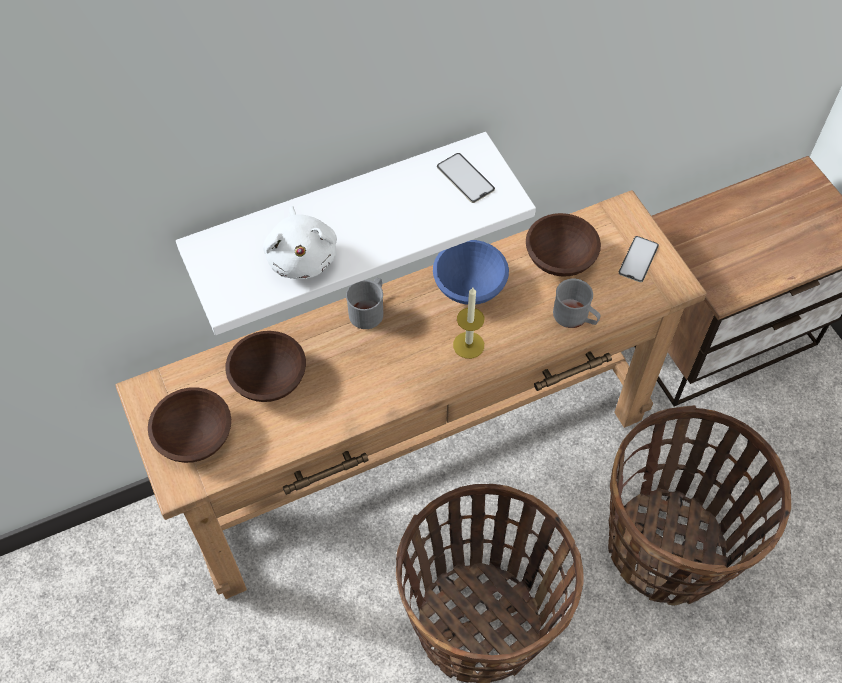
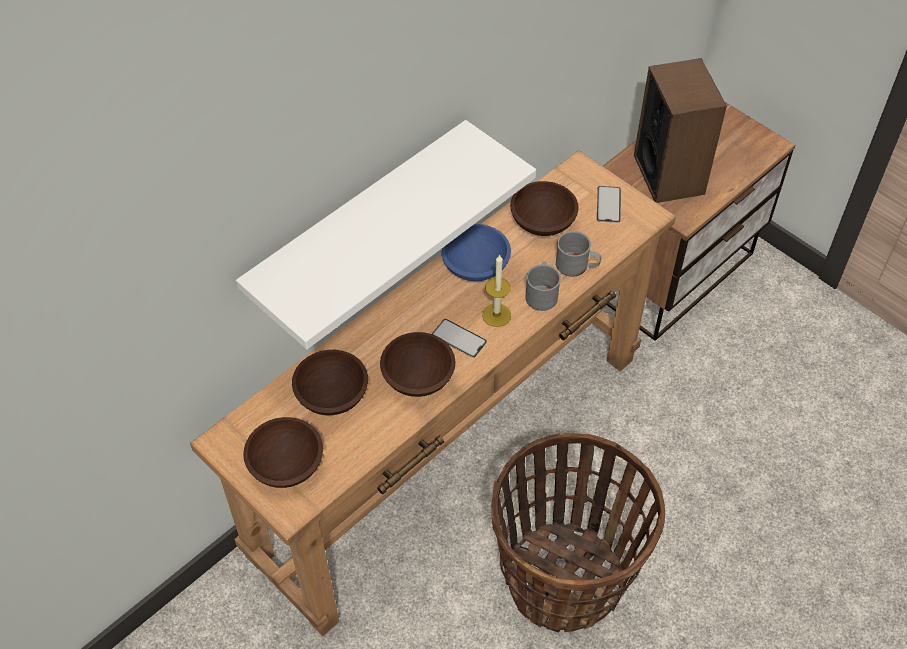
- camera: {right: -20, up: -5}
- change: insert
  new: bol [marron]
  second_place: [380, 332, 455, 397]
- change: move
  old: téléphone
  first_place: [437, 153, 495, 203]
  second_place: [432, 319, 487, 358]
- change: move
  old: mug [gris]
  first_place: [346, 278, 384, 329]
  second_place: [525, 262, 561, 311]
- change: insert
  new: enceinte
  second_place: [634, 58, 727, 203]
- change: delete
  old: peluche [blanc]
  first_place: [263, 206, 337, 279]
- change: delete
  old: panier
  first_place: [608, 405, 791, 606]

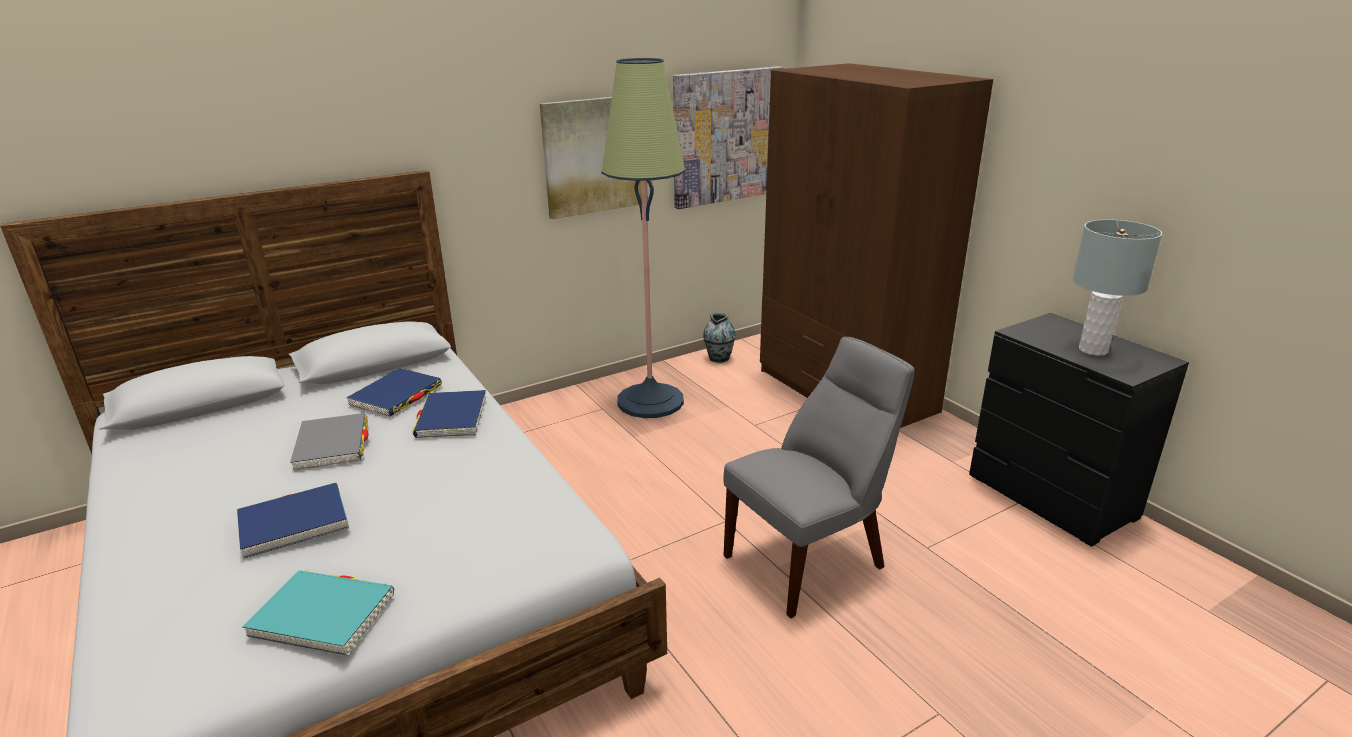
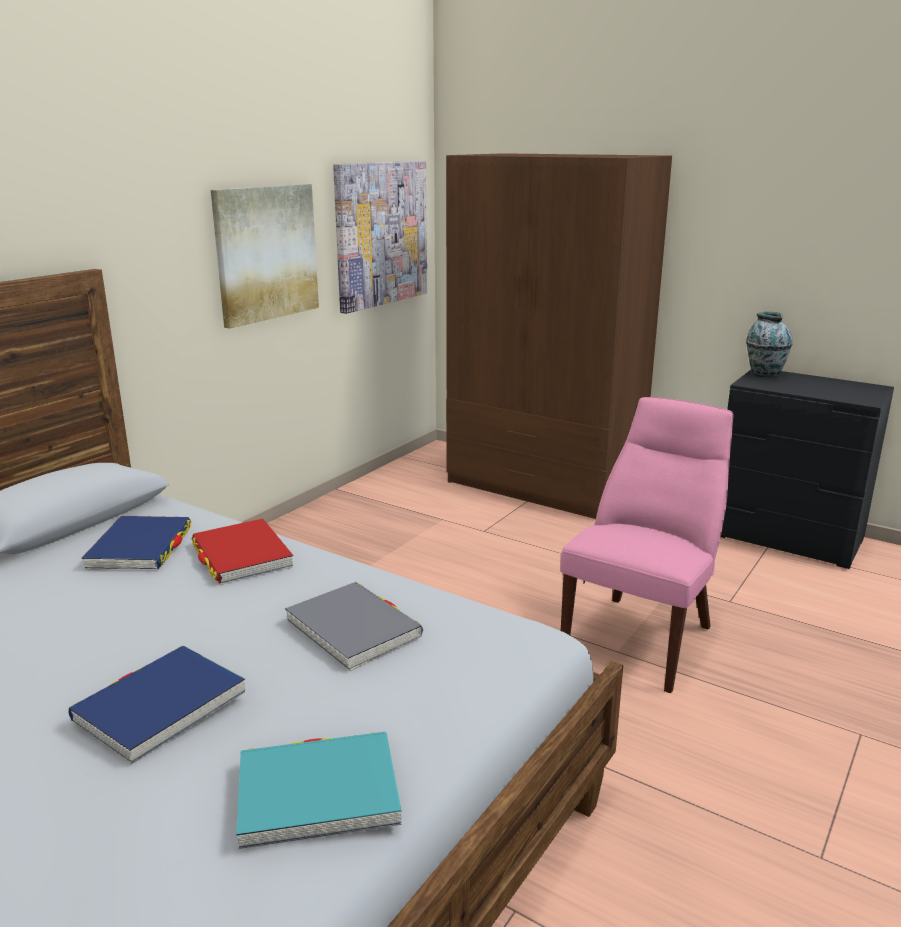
- camera: {right: -25, up: -5}
- change: recolor
  old: livre [bleu]
  new: livre [rouge]
  first_place: [413, 390, 486, 438]
  second_place: [192, 518, 293, 584]
- change: move
  old: livre [gris]
  first_place: [290, 413, 369, 472]
  second_place: [285, 582, 423, 671]
- change: recolor
  old: chaise [gris]
  new: chaise [rose]
  first_place: [723, 337, 915, 618]
  second_place: [560, 397, 733, 693]
- change: move
  old: vase
  first_place: [703, 313, 736, 363]
  second_place: [746, 312, 793, 377]
- change: delete
  old: lampadaire
  first_place: [601, 58, 685, 418]
- change: delete
  old: lampe de table [gris]
  first_place: [1073, 219, 1162, 356]

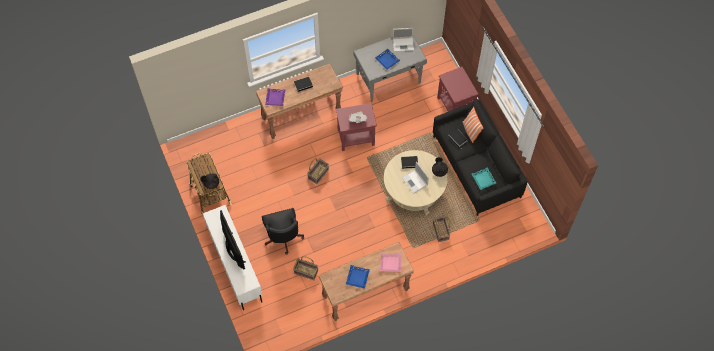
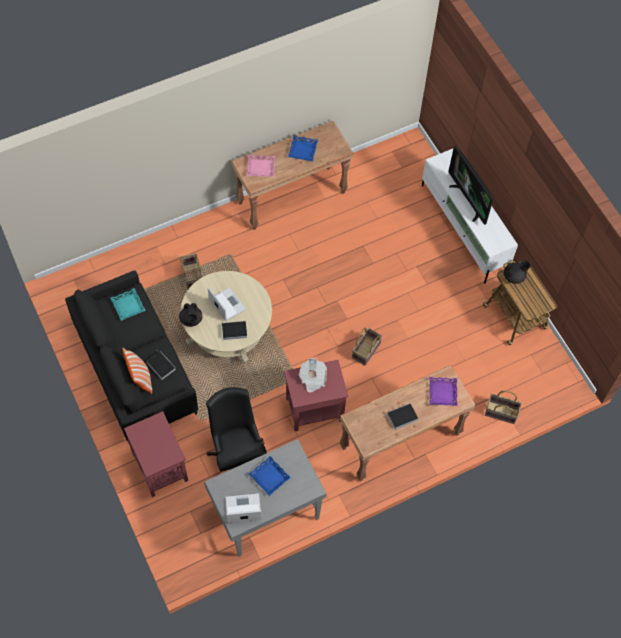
- camera: {right: 175, up: 0}
- change: move
  old: chaise de bureau [noir]
  first_place: [262, 208, 304, 255]
  second_place: [206, 387, 267, 472]
- change: move
  old: panier
  first_place: [293, 256, 318, 280]
  second_place: [485, 391, 522, 424]

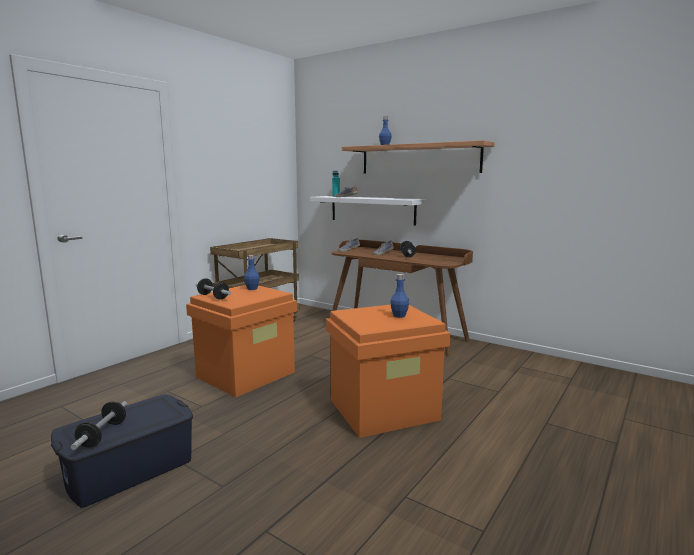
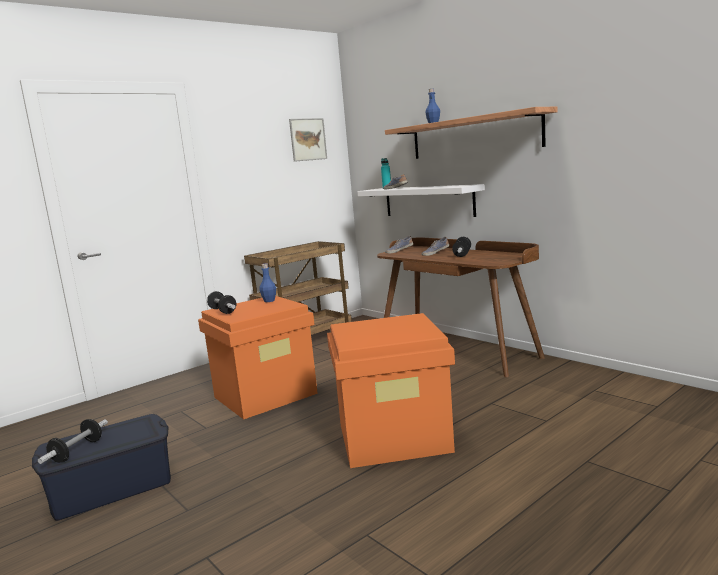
- camera: {right: 15, up: 0}
- change: insert
  new: tableau
  second_place: [289, 118, 327, 162]
- change: delete
  old: bouteille [bleu]
  first_place: [390, 274, 409, 318]

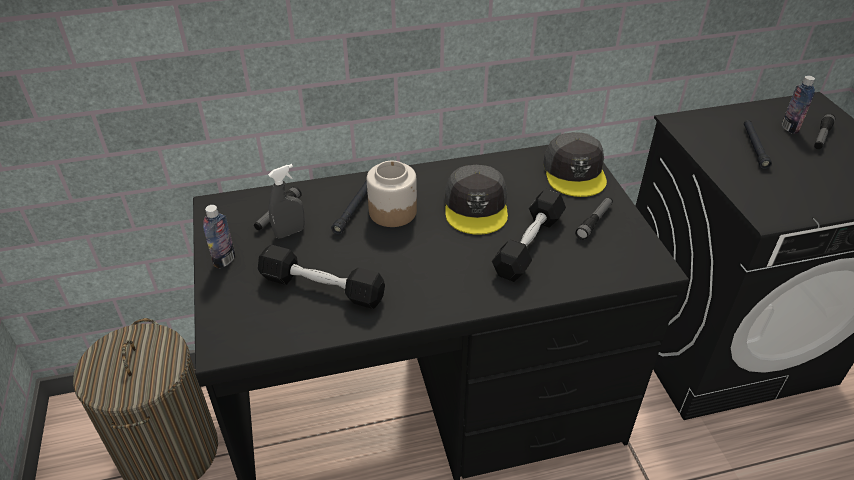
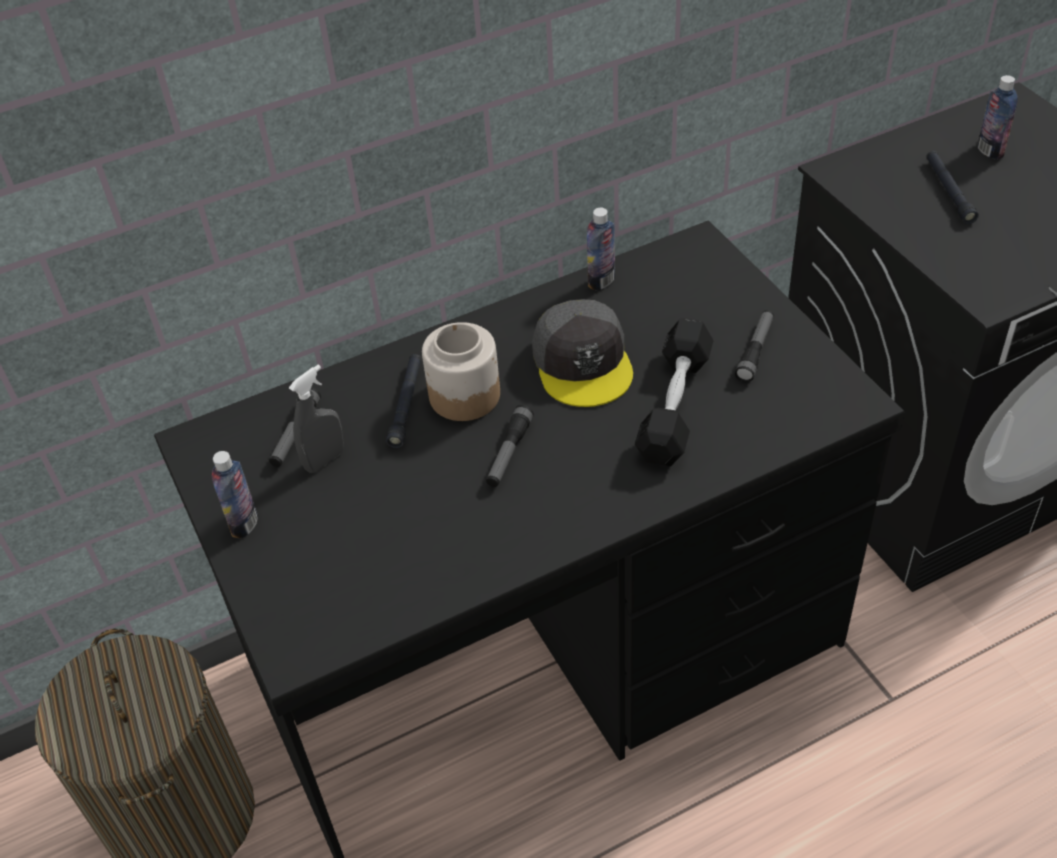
- camera: {right: -10, up: 5}
- change: move
  old: lampe de poche
  first_place: [814, 113, 836, 149]
  second_place: [486, 405, 534, 487]
- change: insert
  new: bouteille
  second_place: [587, 208, 615, 291]
- change: delete
  old: haltère [noir]
  first_place: [258, 245, 385, 309]
- change: delete
  old: casquette [gris]
  first_place: [543, 132, 607, 197]

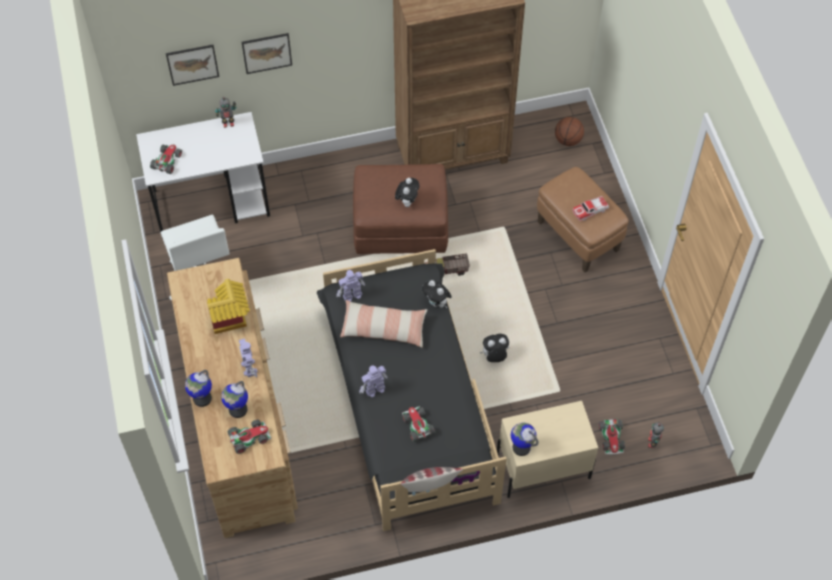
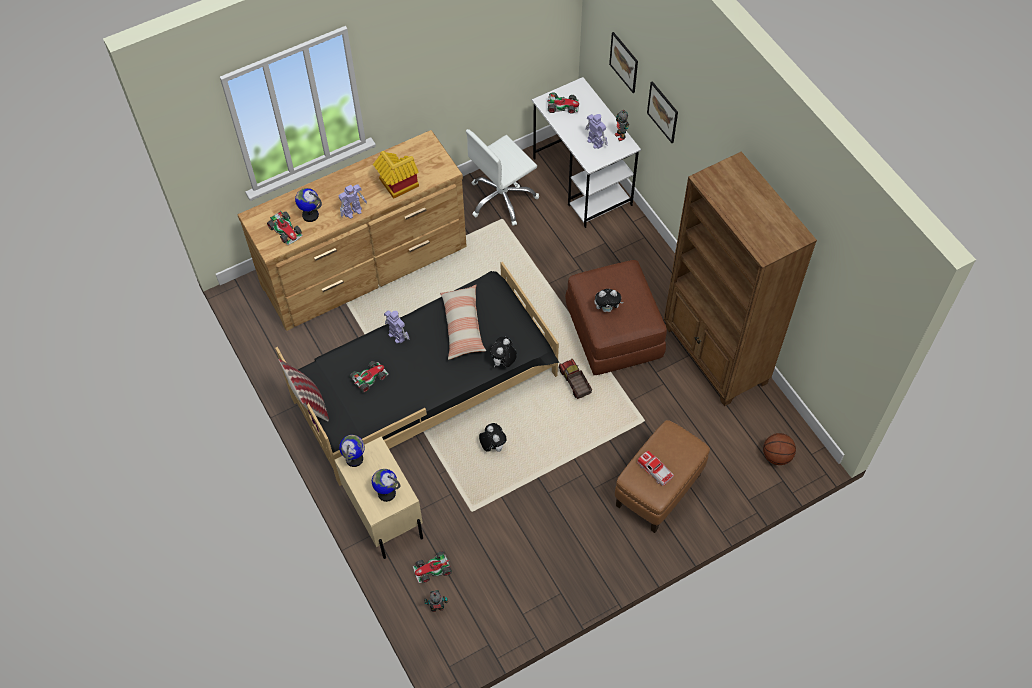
- camera: {right: 75, up: 0}
- change: move
  old: globe
  first_place: [185, 370, 212, 407]
  second_place: [372, 469, 400, 502]
- change: move
  old: robot jouet
  first_place: [337, 270, 365, 301]
  second_place: [585, 114, 608, 149]

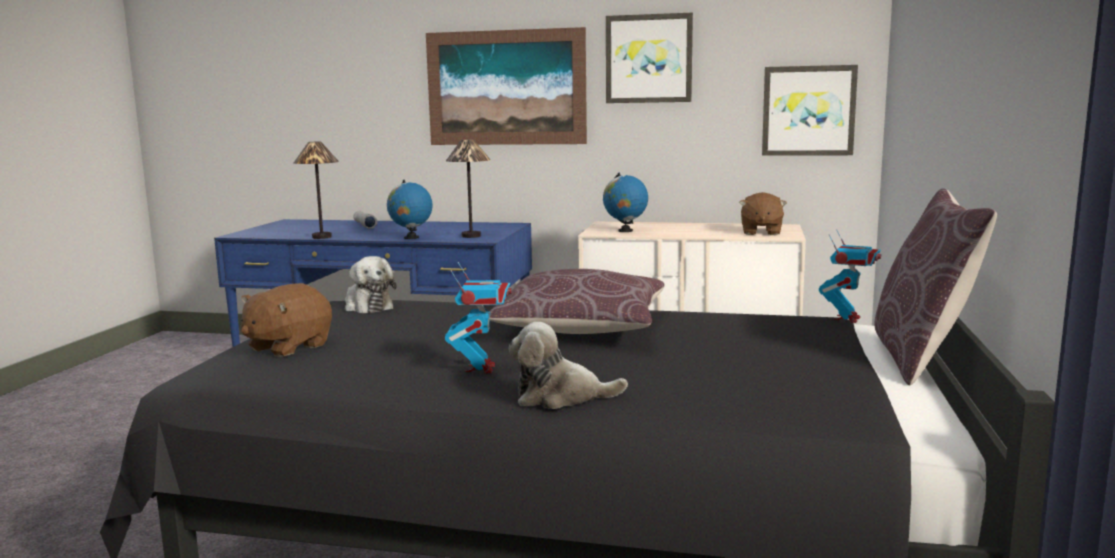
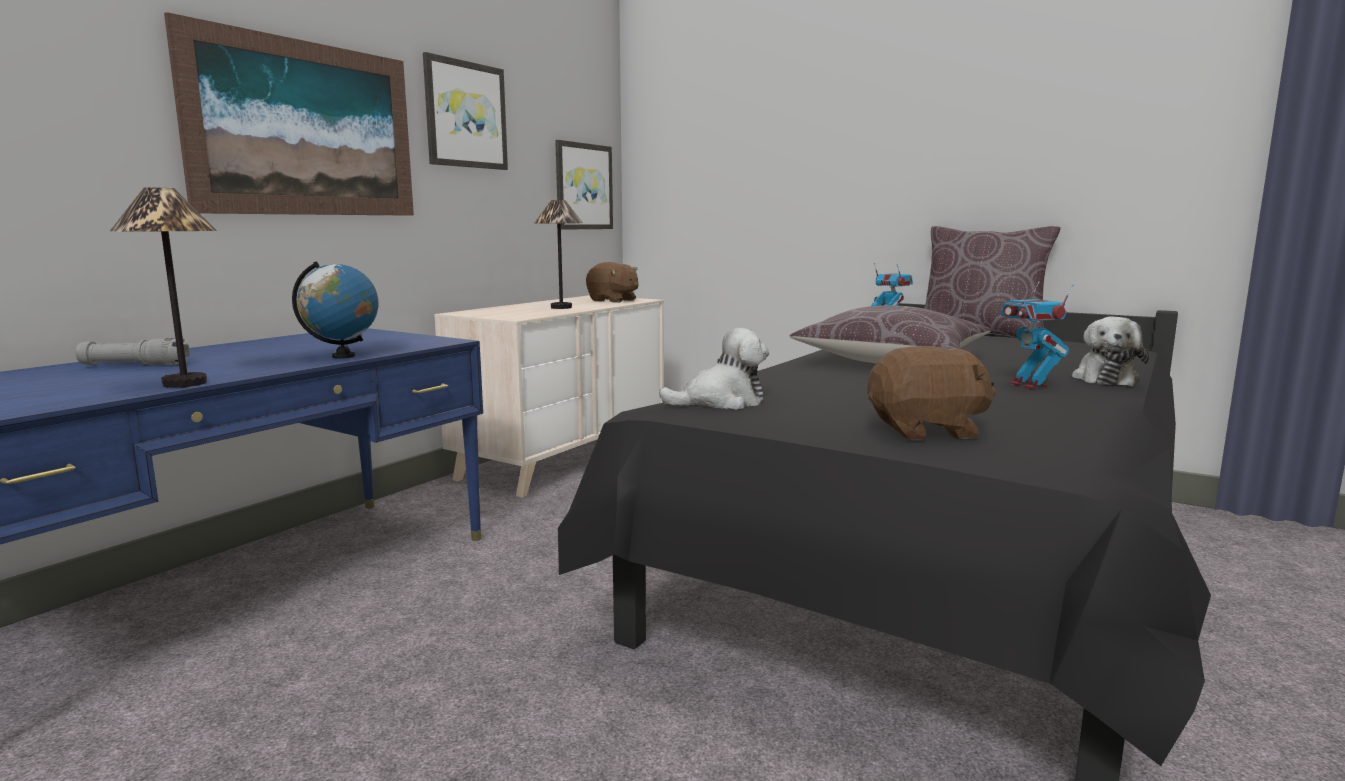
- camera: {right: -70, up: 0}
- change: move
  old: lampe de table
  first_place: [446, 139, 490, 238]
  second_place: [535, 200, 583, 309]
- change: rotate
  old: peluche [marron]
  first_place: [241, 283, 332, 357]
  second_place: [867, 346, 996, 440]
  degrees: -60
- change: rotate
  old: robot jouet
  first_place: [445, 262, 512, 373]
  second_place: [1001, 281, 1074, 389]
  degrees: -135
- change: delete
  old: globe
  first_place: [603, 173, 648, 232]

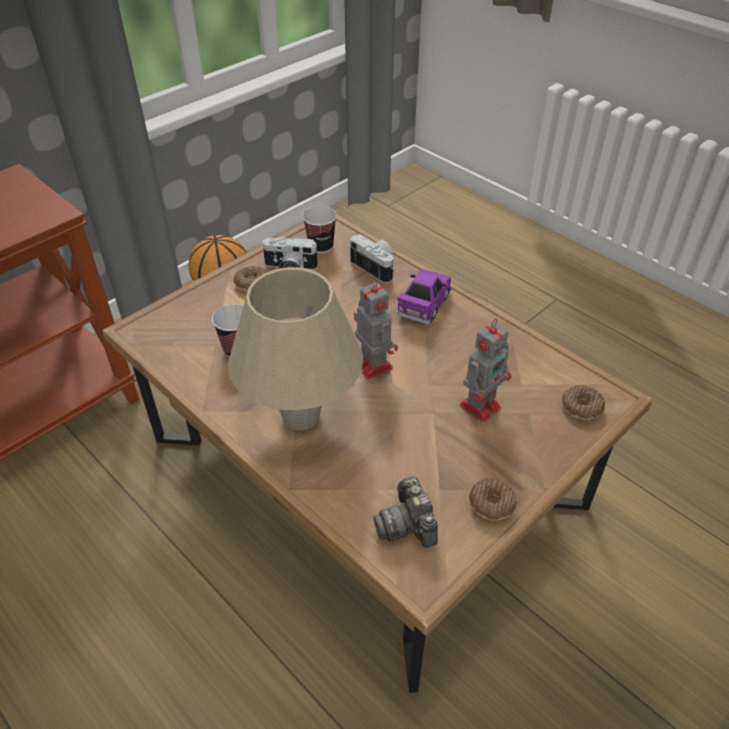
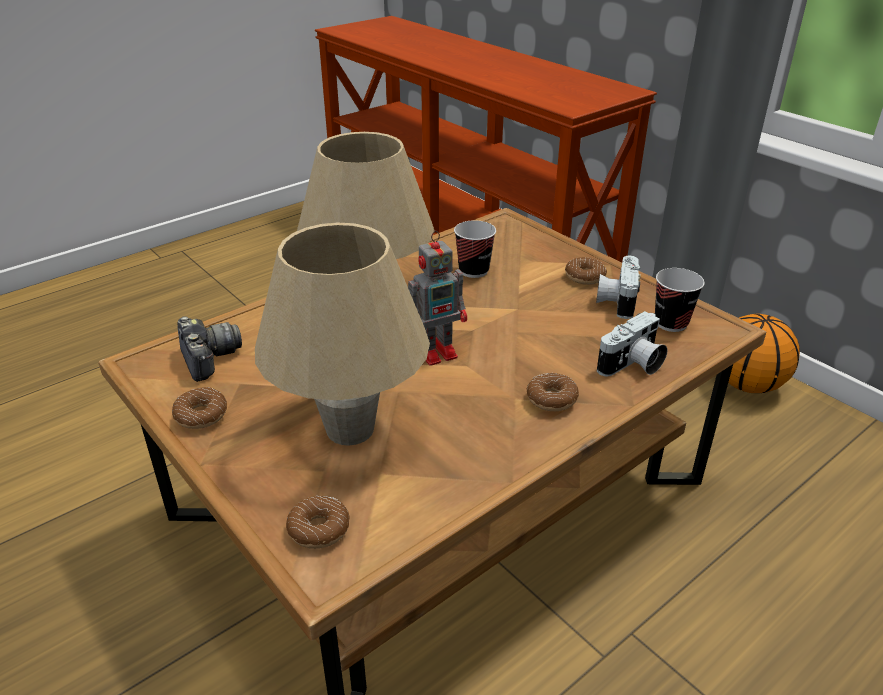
- camera: {right: 95, up: -10}
- change: rotate
  old: appareil photo
  first_place: [373, 476, 438, 548]
  second_place: [177, 317, 242, 382]
  degrees: 75
- change: replace
  old: robot jouet
  new: lampe de table [beige]
  first_place: [460, 319, 511, 422]
  second_place: [255, 222, 430, 446]
- change: replace
  old: petite voiture [violet]
  new: beignet
  first_place: [397, 269, 452, 324]
  second_place: [526, 373, 579, 411]

